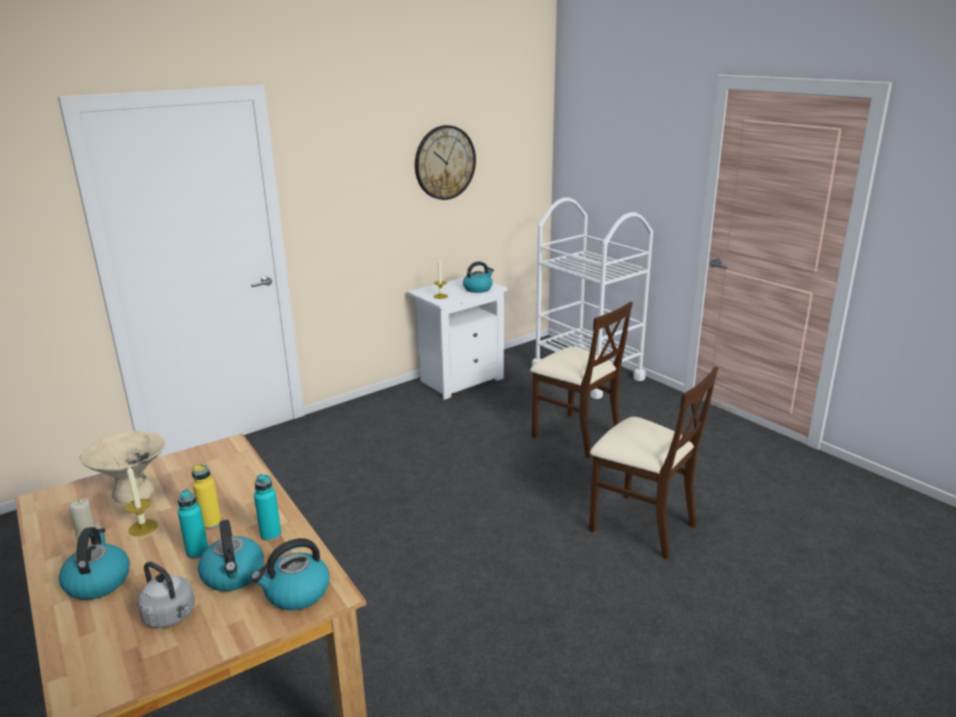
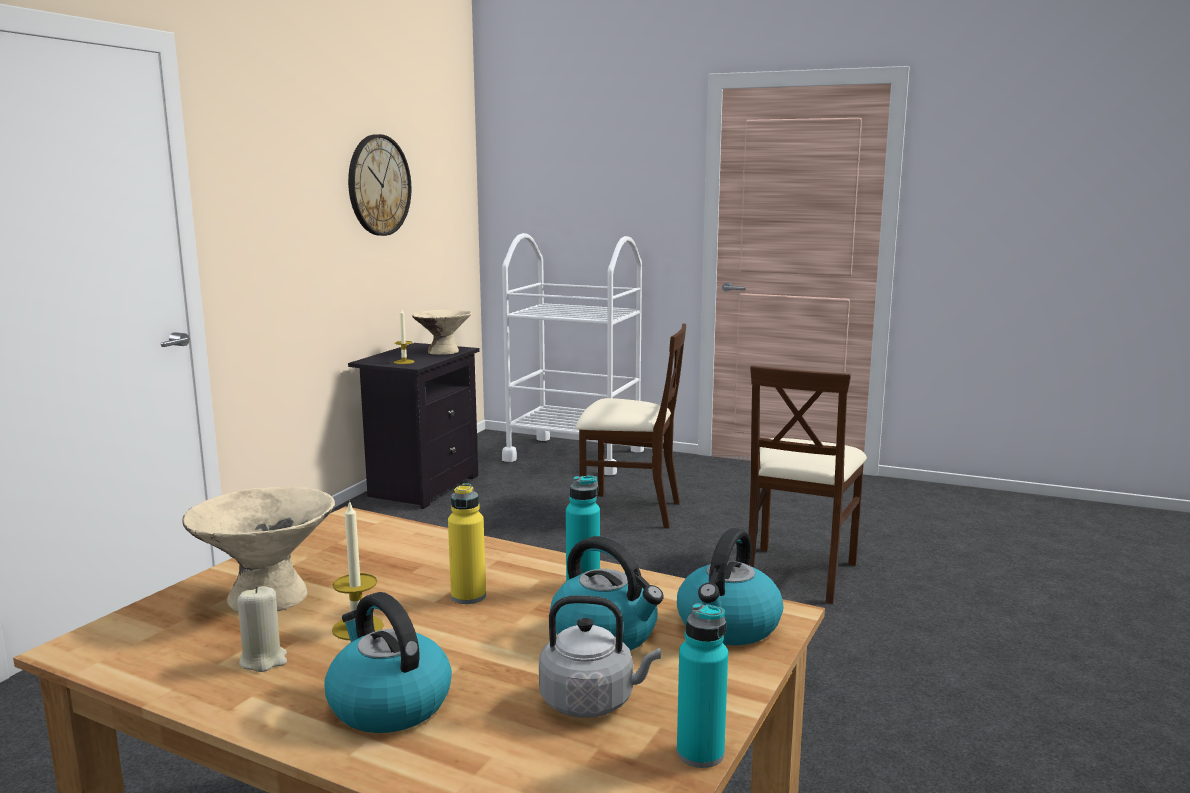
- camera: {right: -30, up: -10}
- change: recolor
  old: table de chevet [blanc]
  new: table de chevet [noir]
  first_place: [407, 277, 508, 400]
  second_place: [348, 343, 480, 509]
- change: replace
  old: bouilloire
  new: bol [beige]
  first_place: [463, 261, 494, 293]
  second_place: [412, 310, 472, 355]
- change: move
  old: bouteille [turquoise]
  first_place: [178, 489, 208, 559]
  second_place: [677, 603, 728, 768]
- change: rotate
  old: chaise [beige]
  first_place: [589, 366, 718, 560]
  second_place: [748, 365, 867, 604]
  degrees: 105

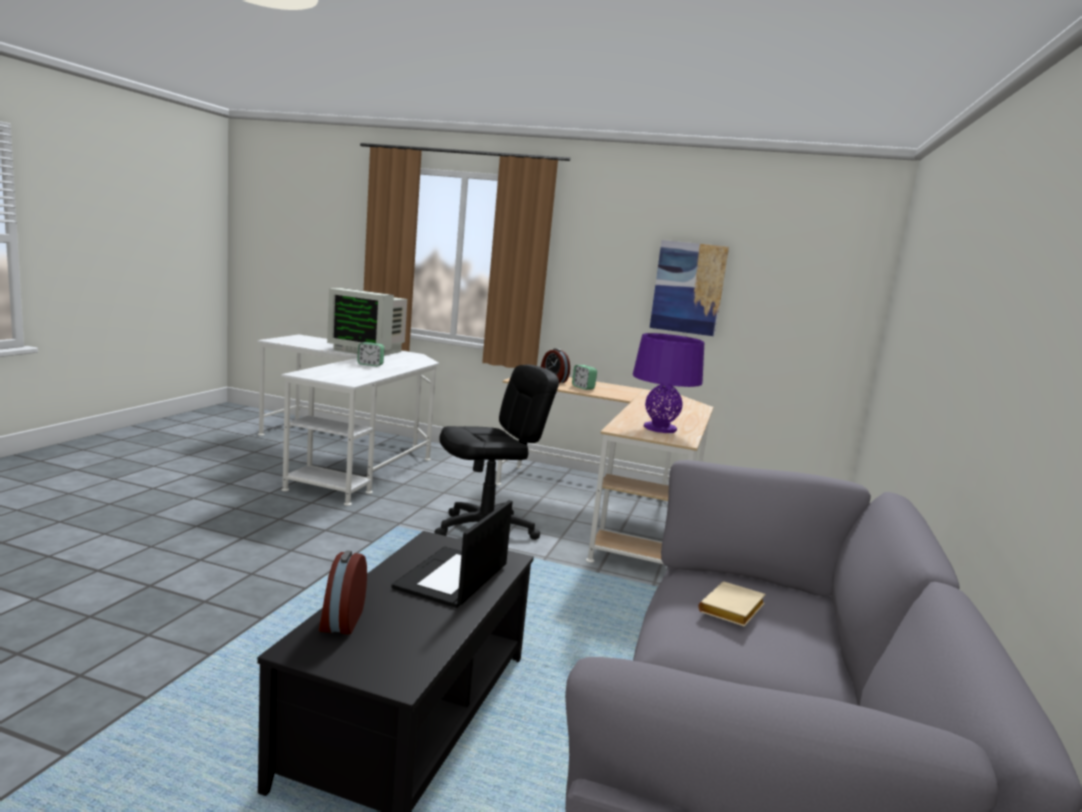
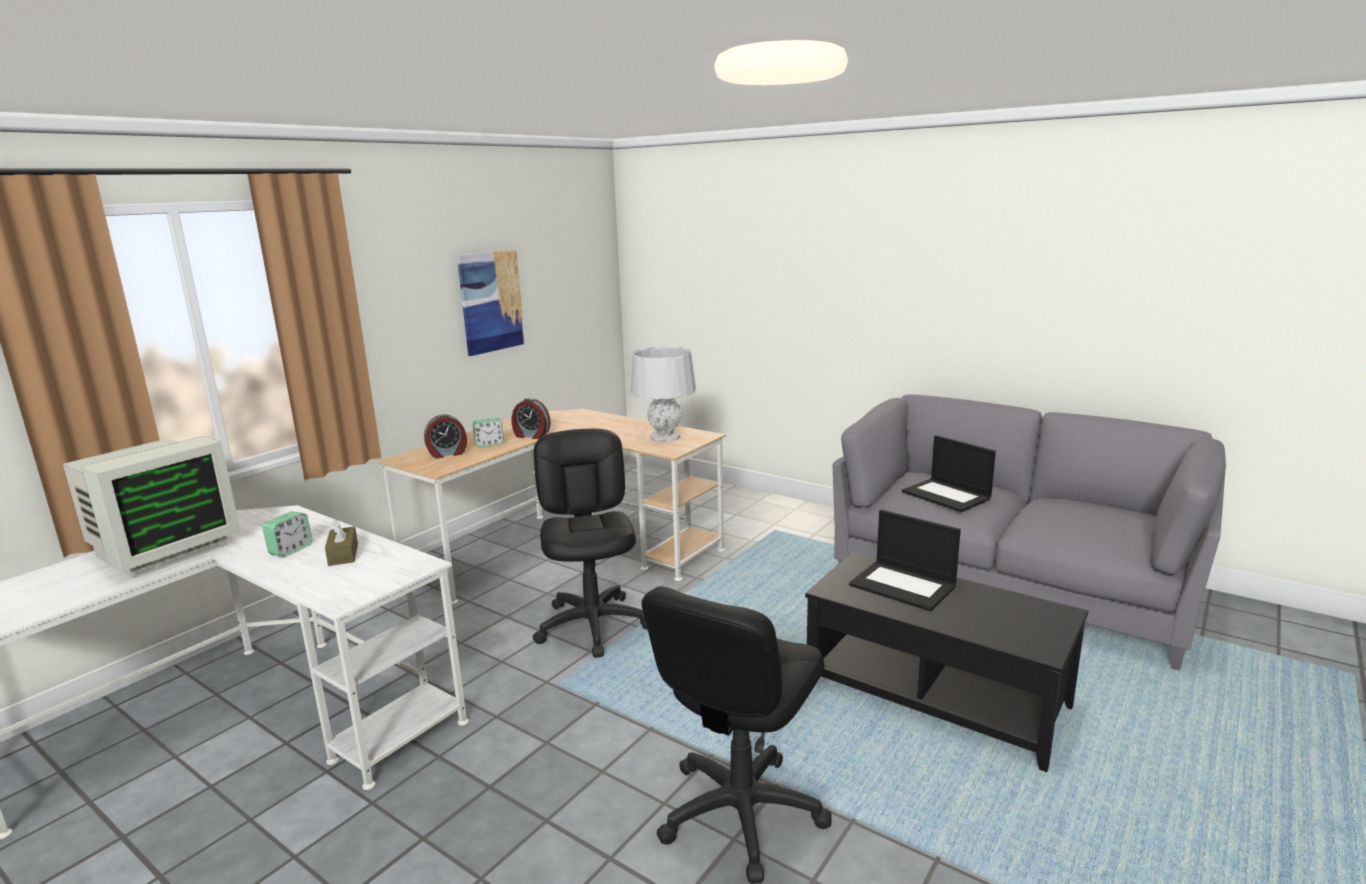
- camera: {right: -70, up: 5}
- change: insert
  new: boîte à mouchoirs [marron]
  second_place: [325, 519, 358, 566]
- change: move
  old: réveil
  first_place: [319, 551, 367, 635]
  second_place: [512, 398, 550, 439]
- change: recolor
  old: lampe de table [violet]
  new: lampe de table [gris]
  first_place: [633, 333, 704, 433]
  second_place: [630, 346, 696, 442]
- change: insert
  new: chaise de bureau [noir]
  second_place: [642, 587, 832, 884]
- change: replace
  old: livre [beige]
  new: ordinateur portable
  first_place: [699, 582, 766, 627]
  second_place: [902, 435, 996, 512]

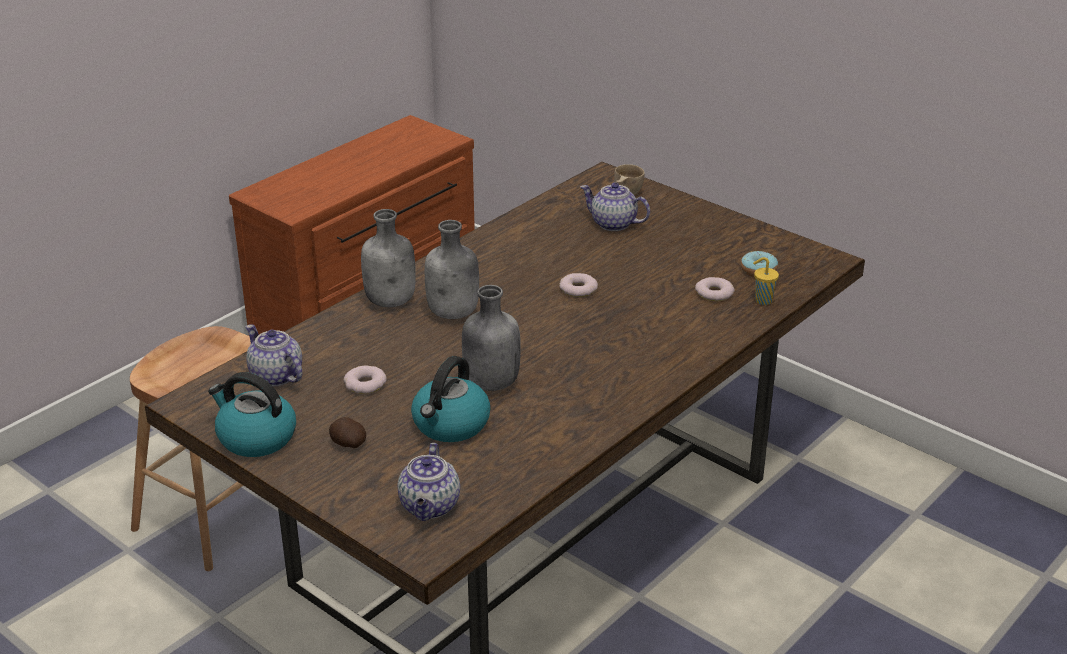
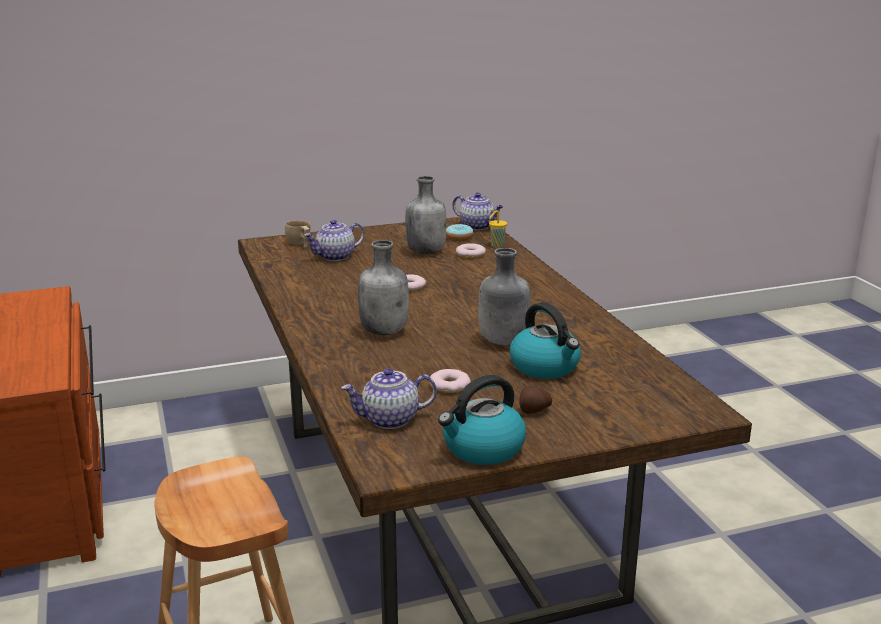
- camera: {right: -60, up: -10}
- change: move
  old: bouteille [gris]
  first_place: [361, 209, 416, 307]
  second_place: [405, 176, 446, 254]
- change: move
  old: théière
  first_place: [398, 443, 460, 521]
  second_place: [452, 193, 503, 230]

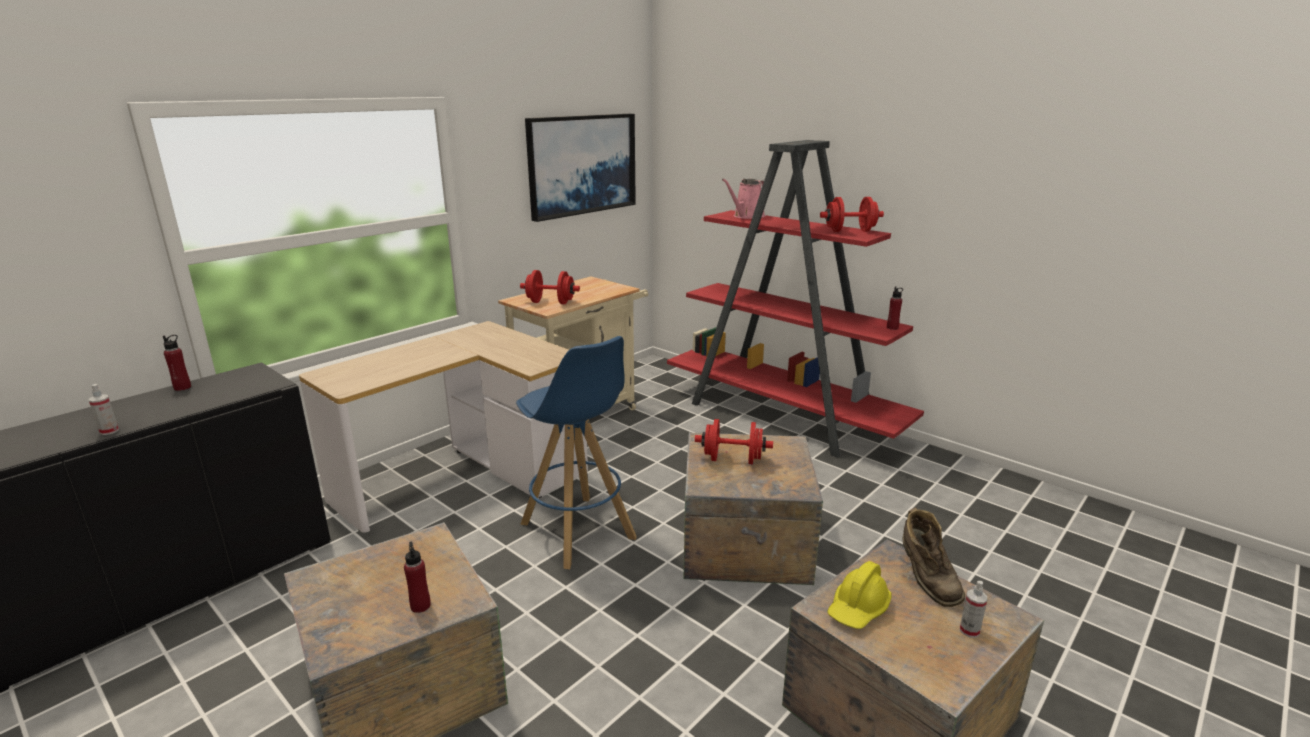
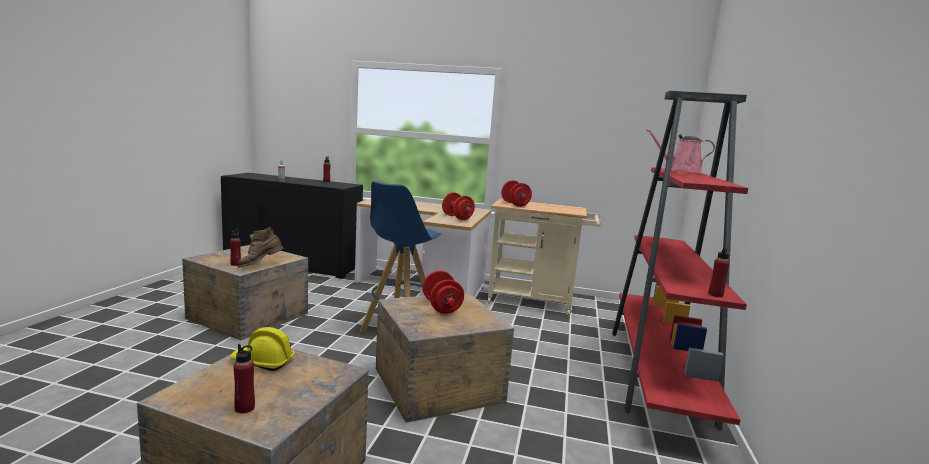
- camera: {right: 60, up: -10}
- change: replace
  old: vaporisateur
  new: bouteille [rouge]
  first_place: [960, 581, 987, 638]
  second_place: [233, 344, 255, 413]
- change: move
  old: botte [marron]
  first_place: [903, 507, 965, 607]
  second_place: [238, 227, 284, 268]
- change: move
  old: haltère [rouge]
  first_place: [820, 197, 884, 232]
  second_place: [442, 192, 475, 220]
- change: delete
  old: tableau
  first_place: [525, 114, 636, 222]

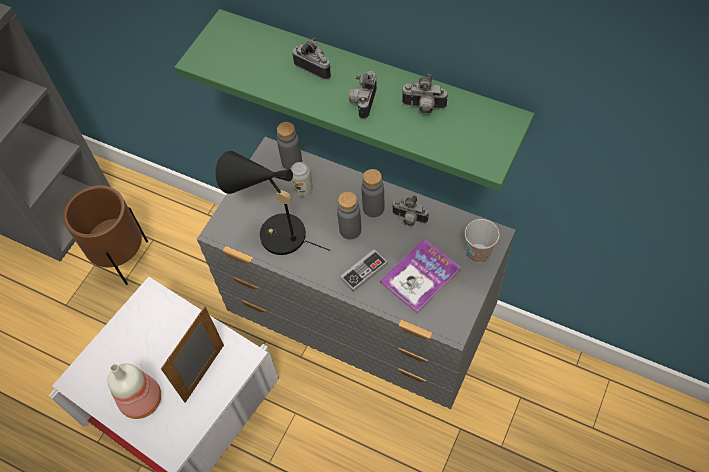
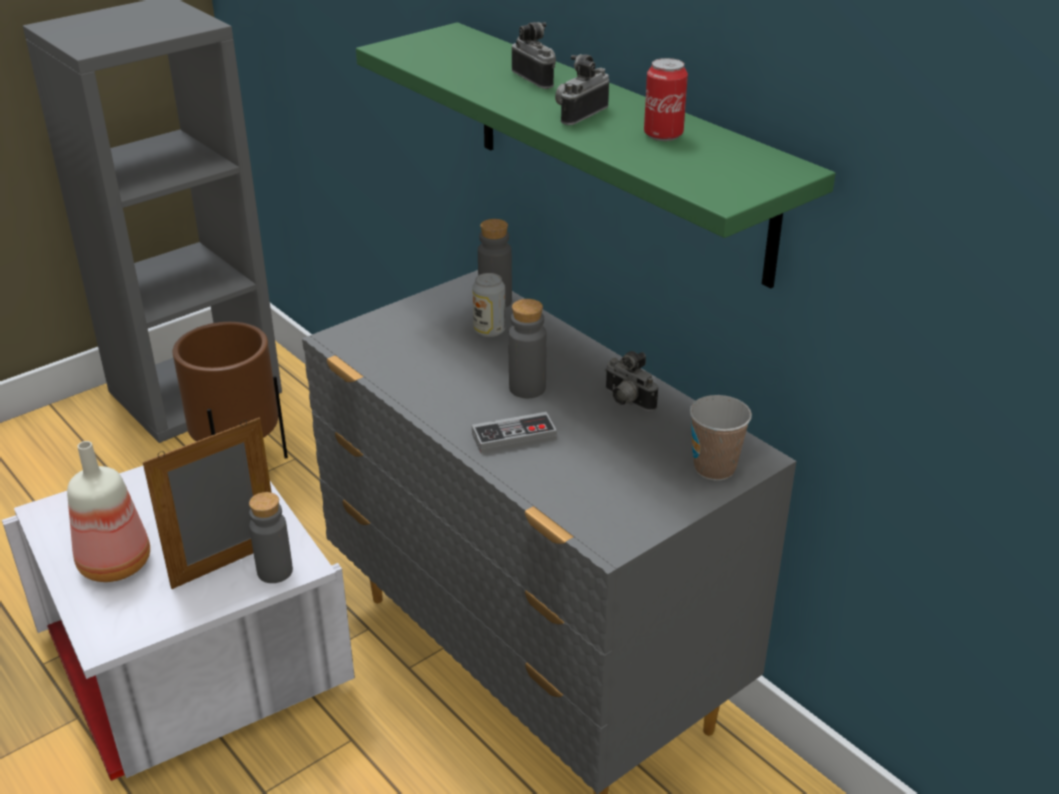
- camera: {right: 20, up: -25}
- change: move
  old: bouteille [gris]
  first_place: [361, 169, 384, 217]
  second_place: [249, 492, 293, 583]
- change: replace
  old: appareil photo
  new: boîte métallique
  first_place: [402, 74, 448, 114]
  second_place: [644, 58, 688, 141]
- change: delete
  old: lampe de table [noir]
  first_place: [216, 151, 331, 255]
- change: delete
  old: livre
  first_place: [380, 238, 461, 314]

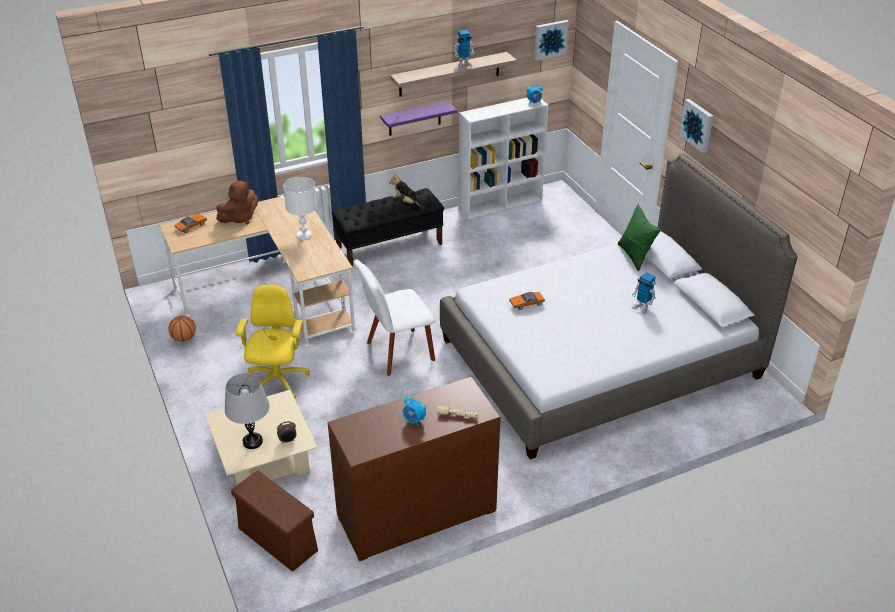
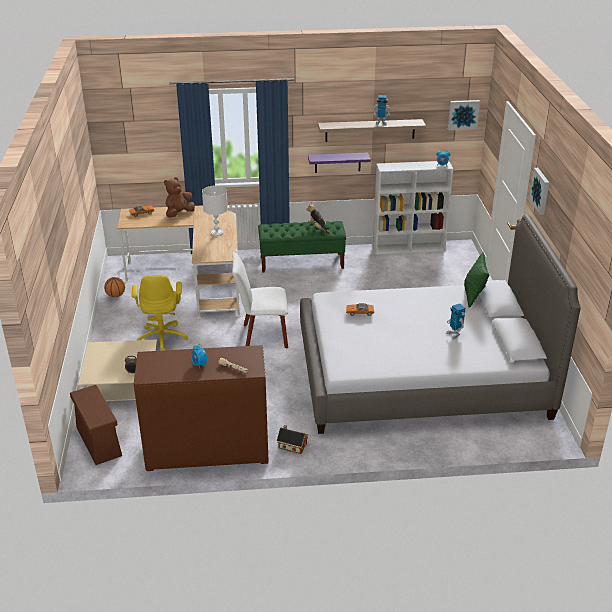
- camera: {right: 20, up: -5}
- change: rotate
  old: chaise de bureau [jaune]
  first_place: [236, 285, 310, 398]
  second_place: [132, 275, 188, 351]
  degrees: 150
- change: rotate
  old: peluche [marron]
  first_place: [216, 181, 258, 224]
  second_place: [164, 177, 195, 218]
  degrees: 150
- change: recolor
  old: banc [noir]
  new: banc [vert]
  first_place: [331, 188, 444, 267]
  second_place: [258, 221, 346, 272]
- change: insert
  new: maison miniature
  second_place: [277, 425, 308, 454]
- change: delete
  old: lampe de table [gris]
  first_place: [225, 373, 270, 449]

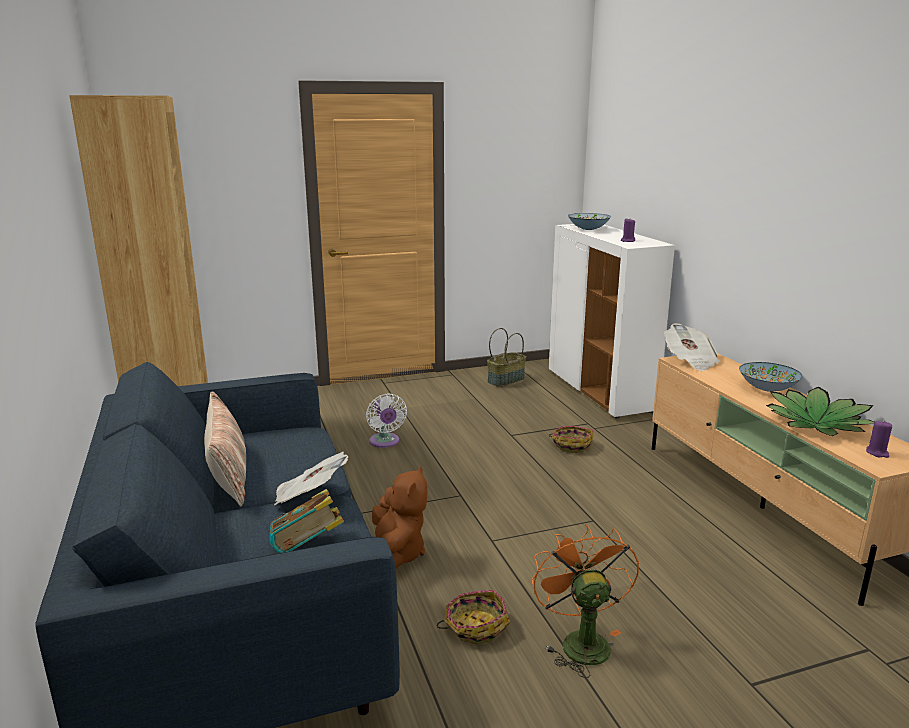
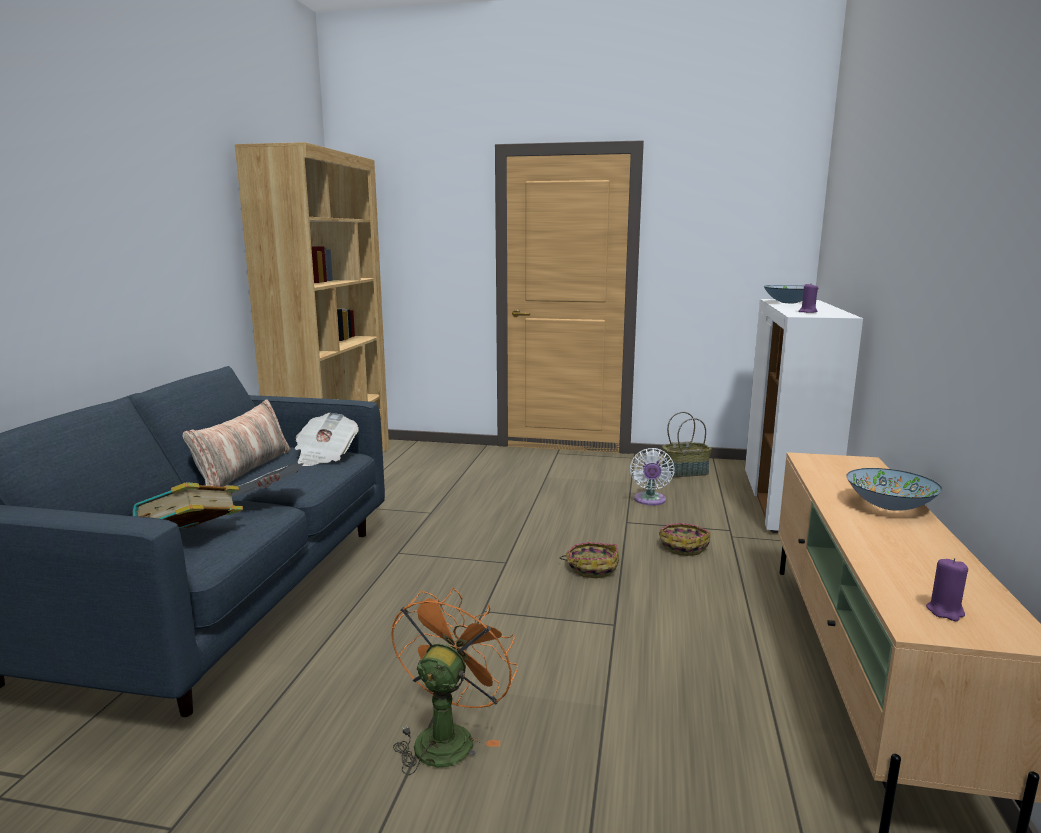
- camera: {right: 30, up: -5}
- change: move
  old: journal
  first_place: [664, 323, 720, 371]
  second_place: [295, 413, 358, 466]
- change: move
  old: panier
  first_place: [437, 590, 510, 644]
  second_place: [560, 542, 619, 579]
- change: move
  old: ventilateur [blanc]
  first_place: [366, 393, 407, 448]
  second_place: [630, 448, 674, 505]
- change: delete
  old: peluche [marron]
  first_place: [372, 466, 427, 569]
- change: delete
  old: plante en pot
  first_place: [766, 387, 874, 436]

